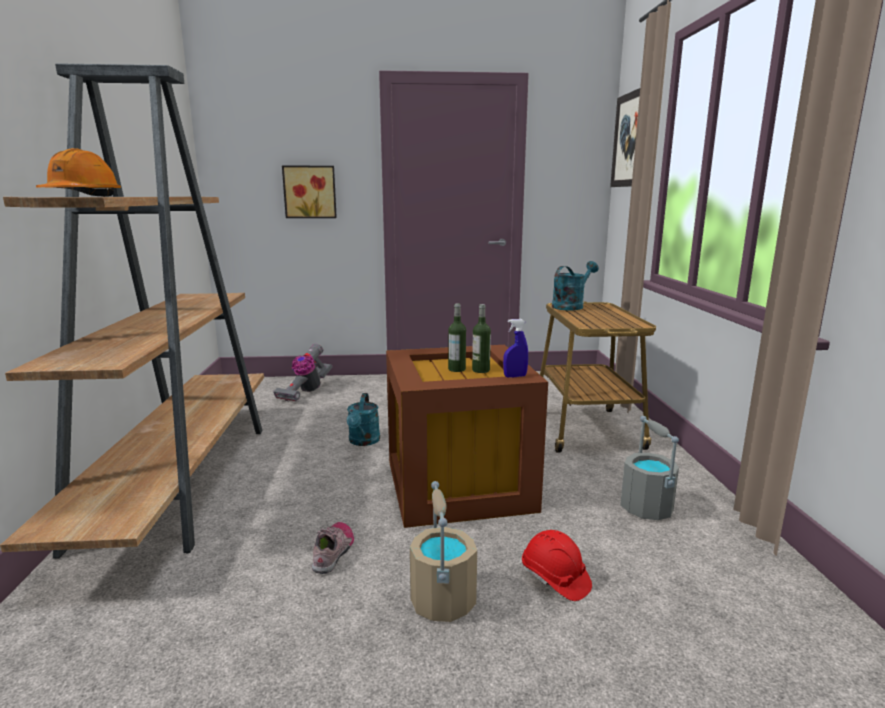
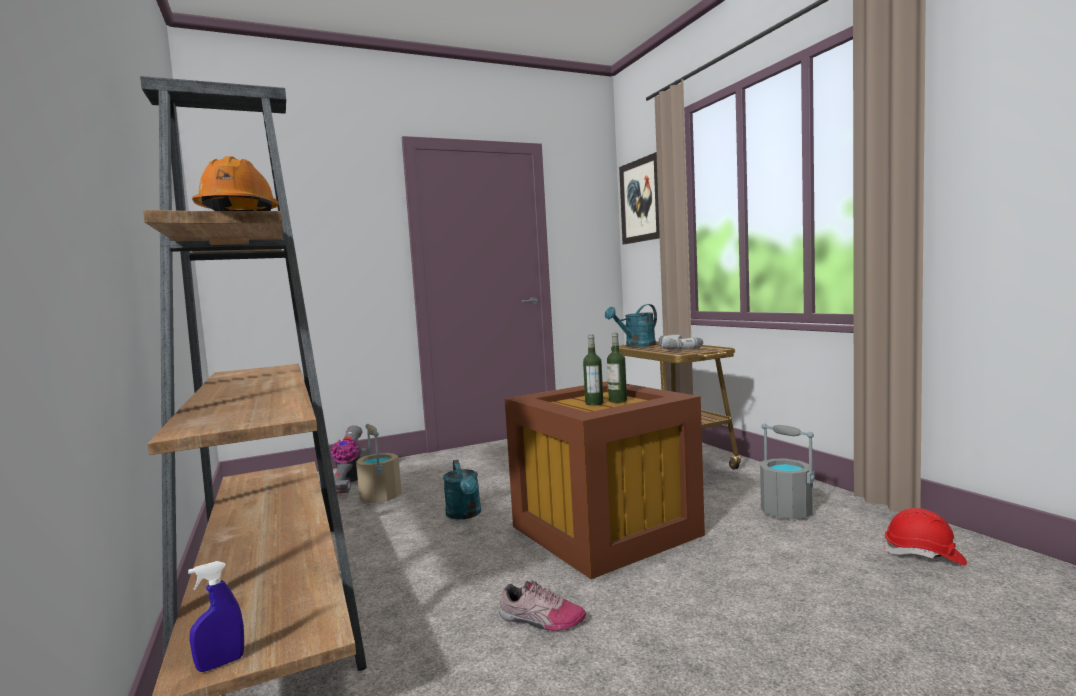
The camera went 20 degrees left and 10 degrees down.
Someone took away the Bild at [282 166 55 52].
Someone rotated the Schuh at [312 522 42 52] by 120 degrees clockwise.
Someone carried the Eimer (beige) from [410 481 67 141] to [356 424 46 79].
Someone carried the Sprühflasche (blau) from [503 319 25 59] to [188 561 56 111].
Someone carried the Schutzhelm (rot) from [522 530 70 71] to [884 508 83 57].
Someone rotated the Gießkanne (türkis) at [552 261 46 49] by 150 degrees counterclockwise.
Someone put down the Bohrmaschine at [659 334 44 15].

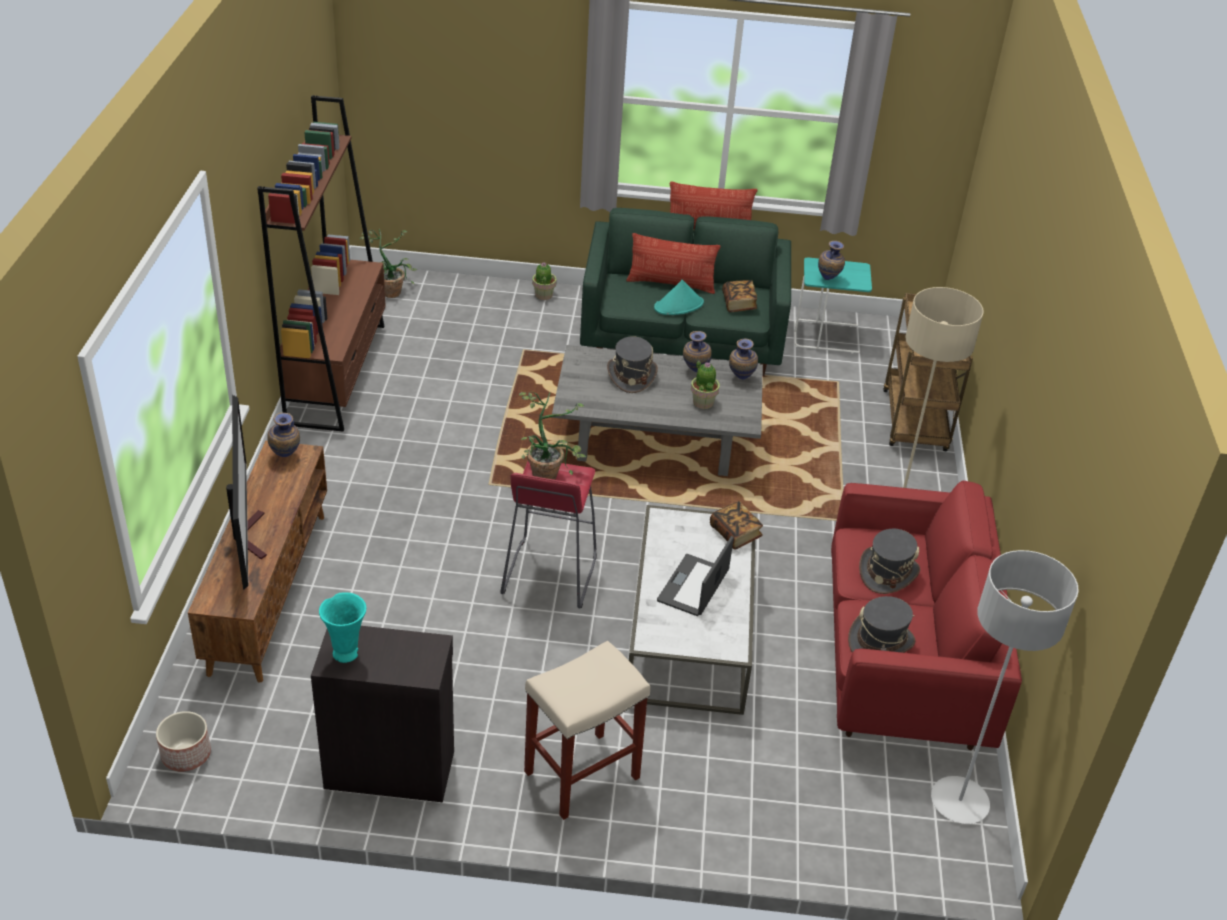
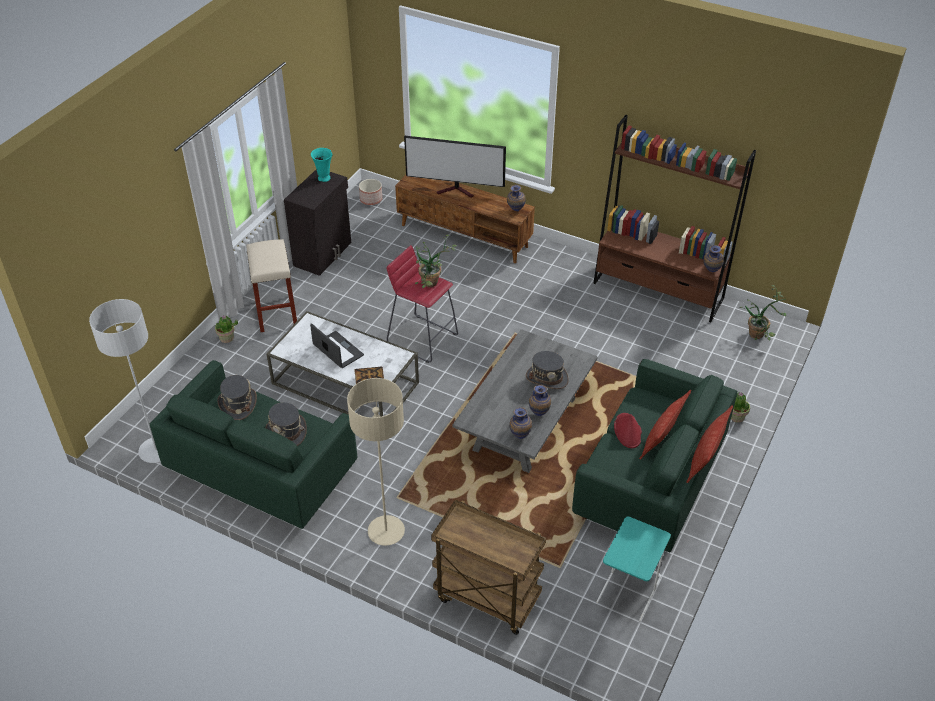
The camera went 115 degrees right and 5 degrees up.
Someone repainted the Hut (türkis) at [654 280 50 35], which became the Hut (rot) at [614 413 28 35].
Someone carried the Topfpflanze from [691 361 29 48] to [215 315 23 28].
Someone took away the Buch at [722 280 35 32].
Someone carried the Vase from [818 241 27 39] to [704 245 20 27].
Someone repainted the Sofa (rot) at [831 481 191 269], which became the Sofa (grün) at [150 360 207 169].

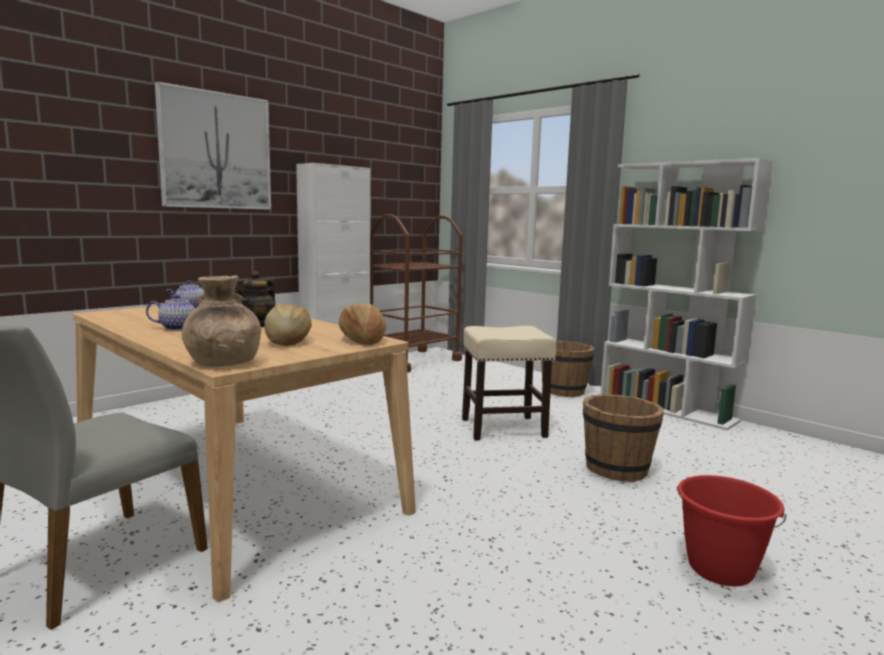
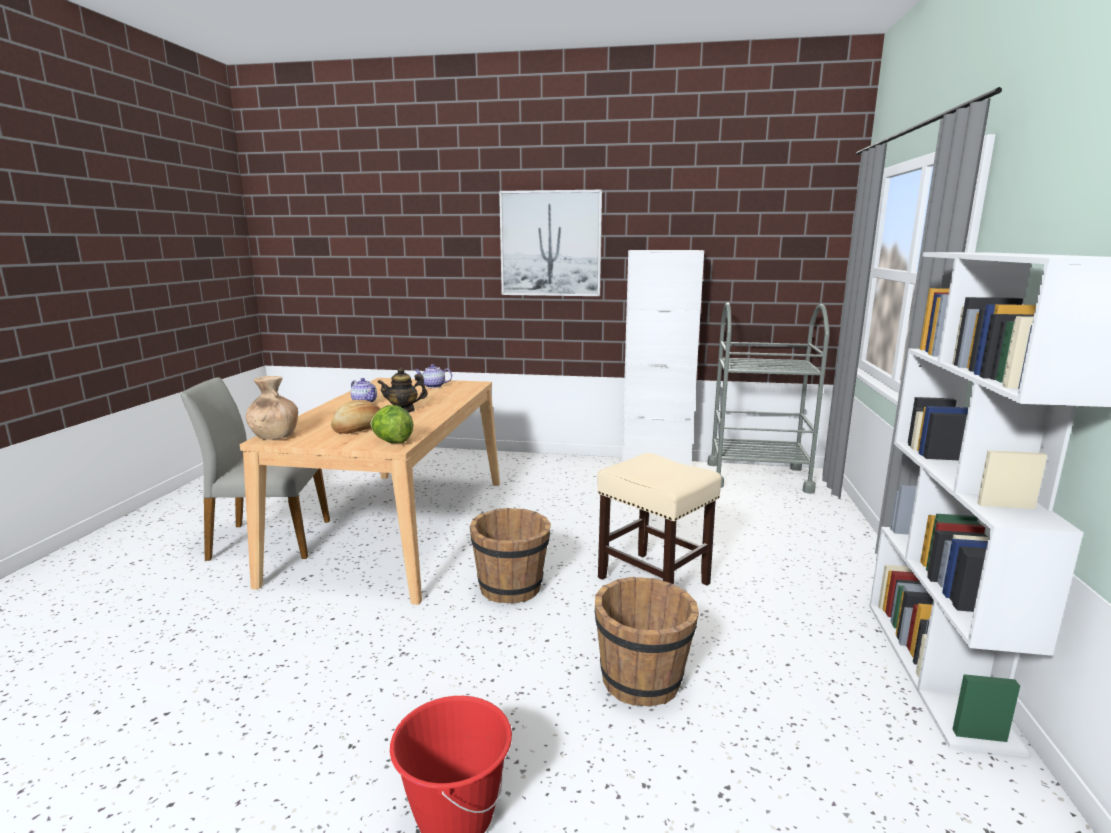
The camera went 55 degrees right and 5 degrees up.
Someone swapped the Brot at [339 304 47 41] for the Salatkopf at [370 405 44 38].
Someone repainted the Rollwagen (braun) at [370 214 93 159], which became the Rollwagen (grau) at [707 302 123 192].
Someone carried the Eimer (braun) from [541 341 54 56] to [470 508 81 95].

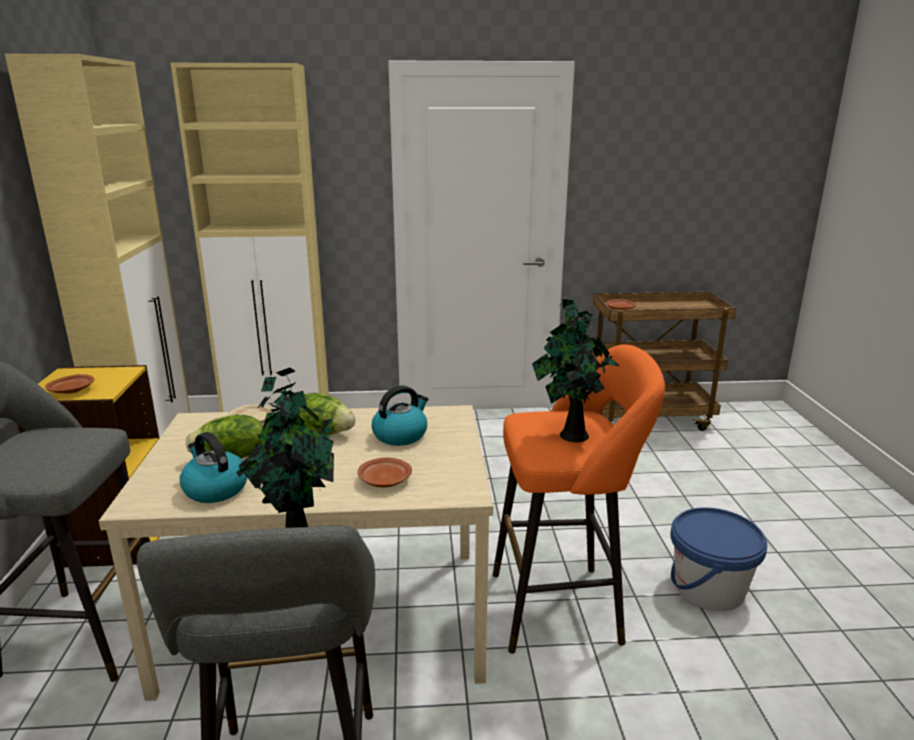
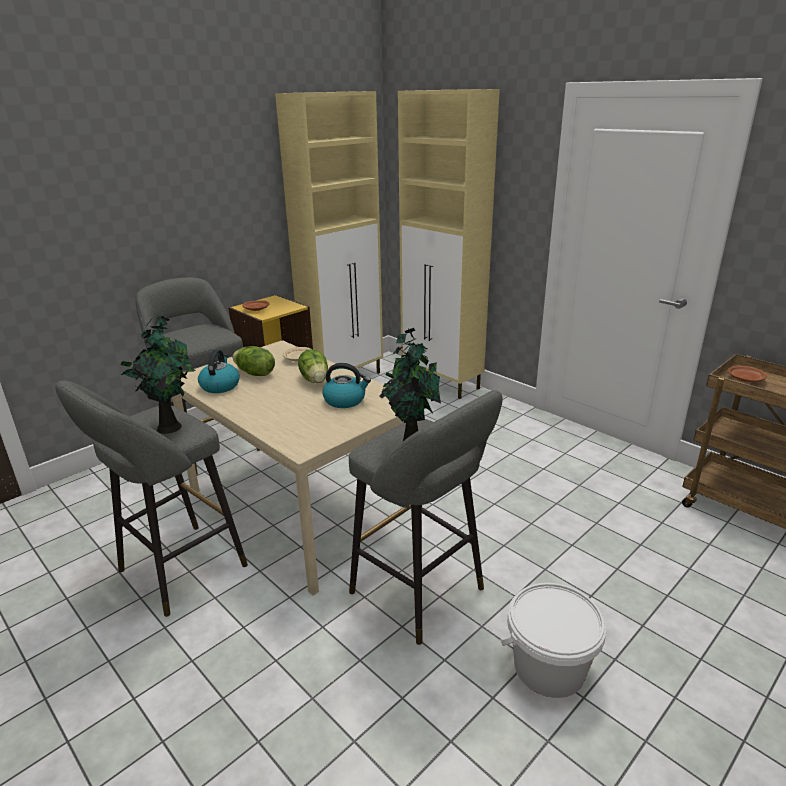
The camera went 50 degrees right and 5 degrees up.
Someone took away the Teller (braun) at [357 458 55 30].
Someone repainted the Hocker (orange) at [493 344 172 310], which became the Hocker (grau) at [349 390 154 255].
Someone repainted the Eimer (blau) at [670 507 97 104], which became the Eimer (weiß) at [501 583 106 115].

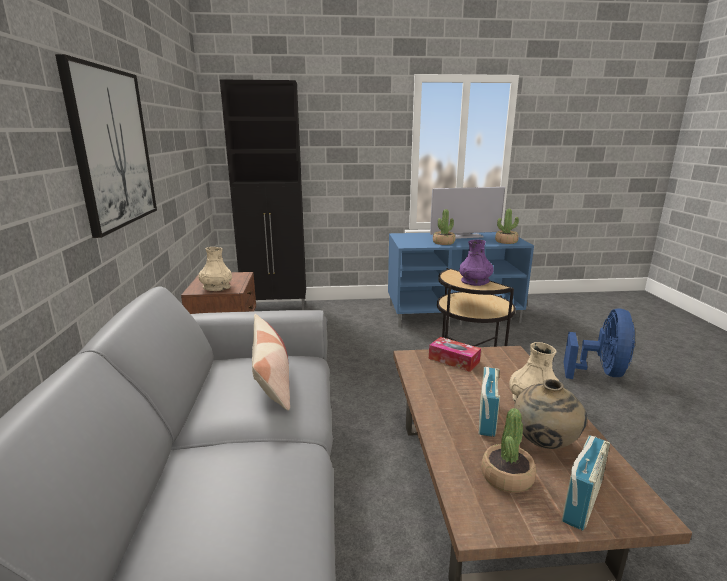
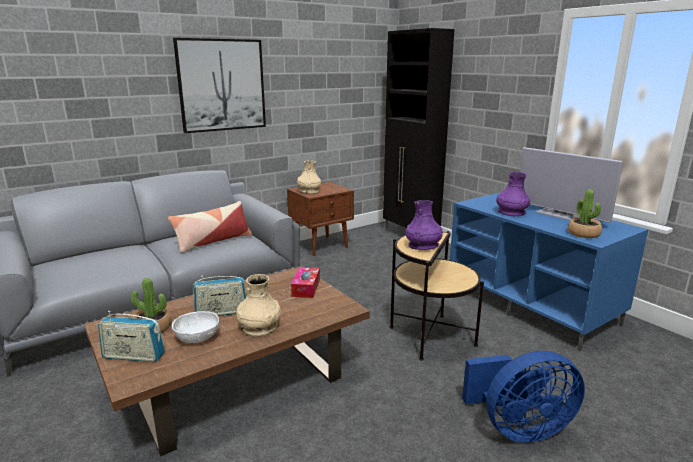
The camera went 60 degrees right and 0 degrees up.
Someone swapped the Topfpflanze at [433 209 22 36] for the Vase (lila) at [496 172 34 44].
Someone swapped the Vase (beige) at [514 379 74 70] for the Schüssel (weiß) at [172 311 47 32].

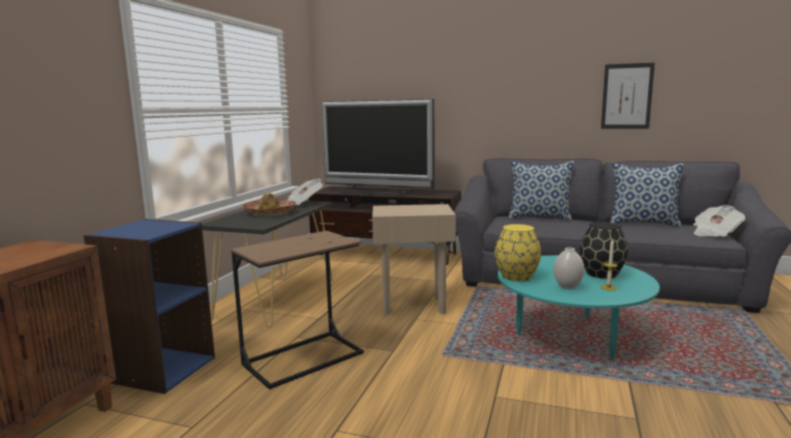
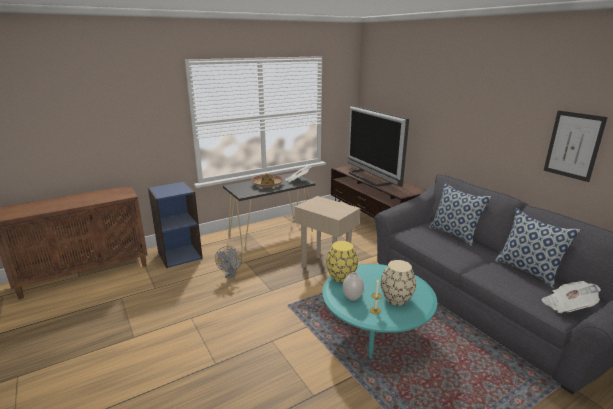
The camera went 40 degrees right and 10 degrees up.
Someone swapped the Beistelltisch (braun) at [231 231 133 158] for the Ventilator (grau) at [215 246 27 32].
Someone repainted the Vase (schwarz) at [580 222 48 57], which became the Vase (beige) at [381 260 35 46].

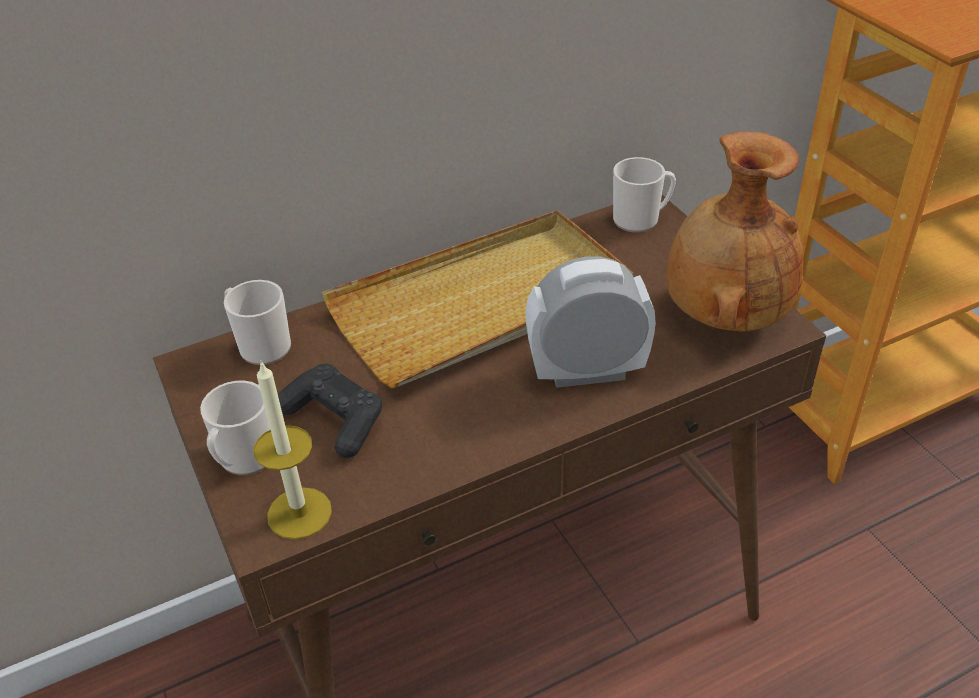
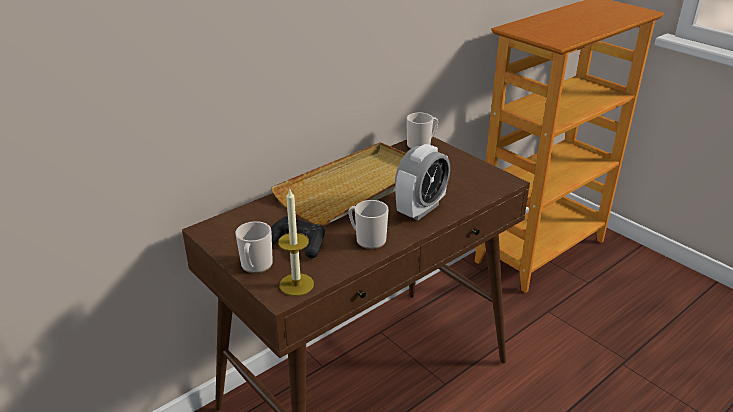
The camera went 15 degrees left and 10 degrees down.
Someone carried the Henkelbecher from [224 280 67 85] to [349 200 39 49].
Someone rotated the Wecker at [525 257 131 131] by 150 degrees clockwise.
Someone took away the Vase (braun) at [666 132 137 200].

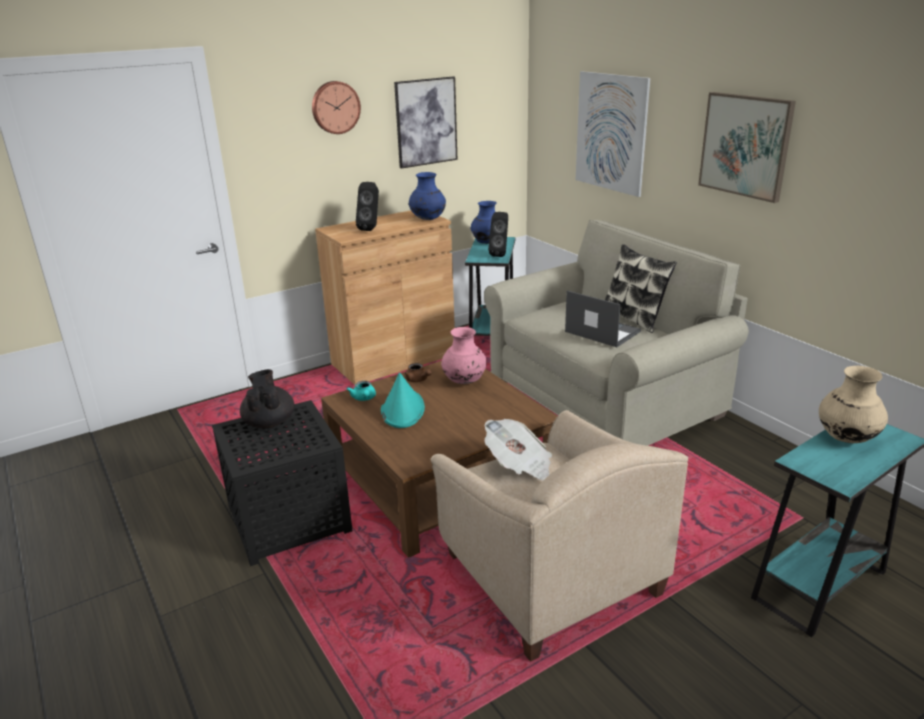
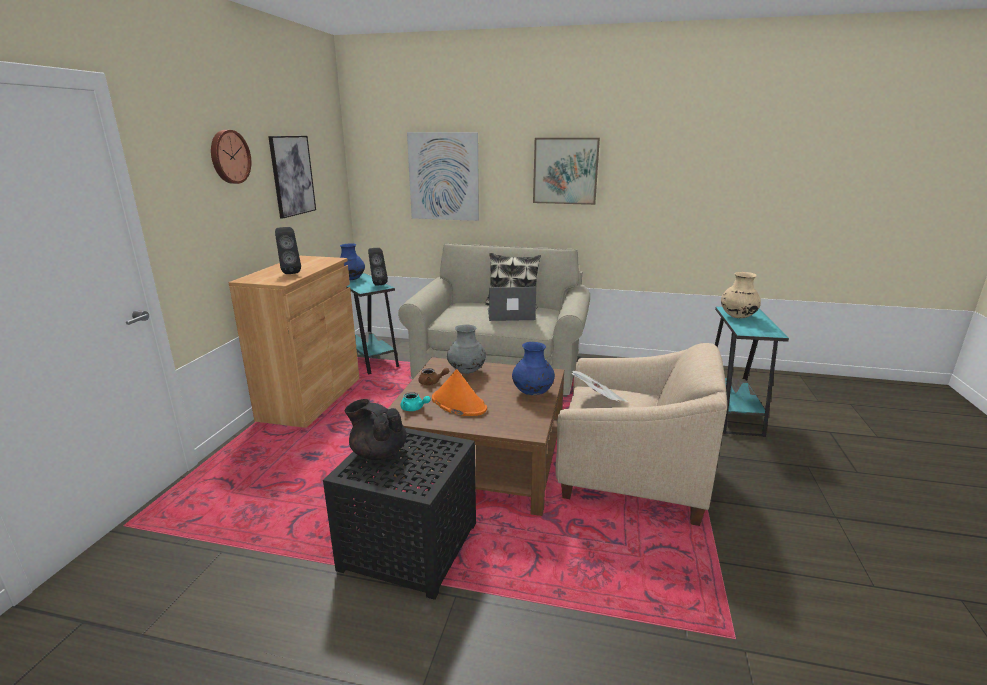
The camera went 45 degrees left and 5 degrees down.
Someone repainted the Hut (türkis) at [381 372 44 56], which became the Hut (orange) at [432 369 55 47].
Someone carried the Vase (blau) from [409 172 37 48] to [512 342 43 53].
Someone repainted the Vase (rosa) at [441 327 46 57], which became the Vase (grau) at [447 325 39 49].

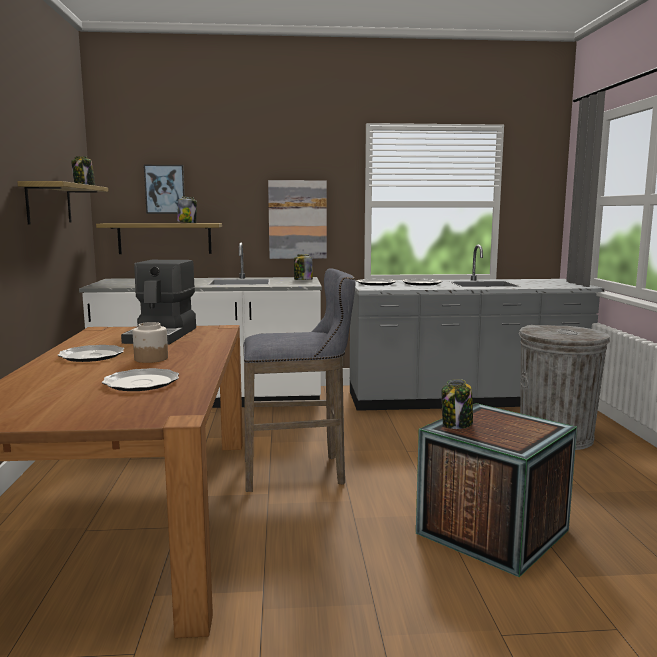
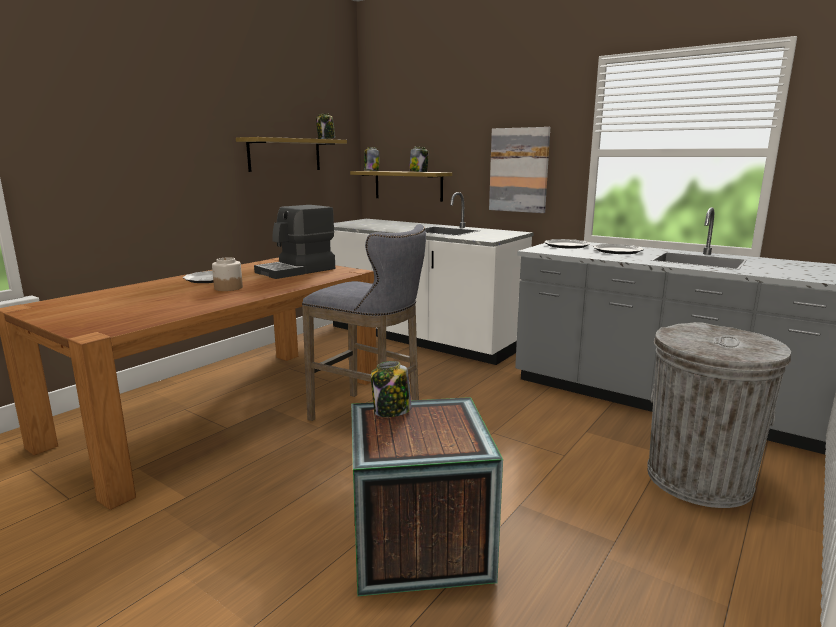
The camera went 40 degrees right and 5 degrees up.
Someone took away the Teller at [102 368 77 23].
Someone took away the Bild at [144 165 41 49].
Someone carried the Vorratsglas from [294 254 19 26] to [364 147 15 24].

